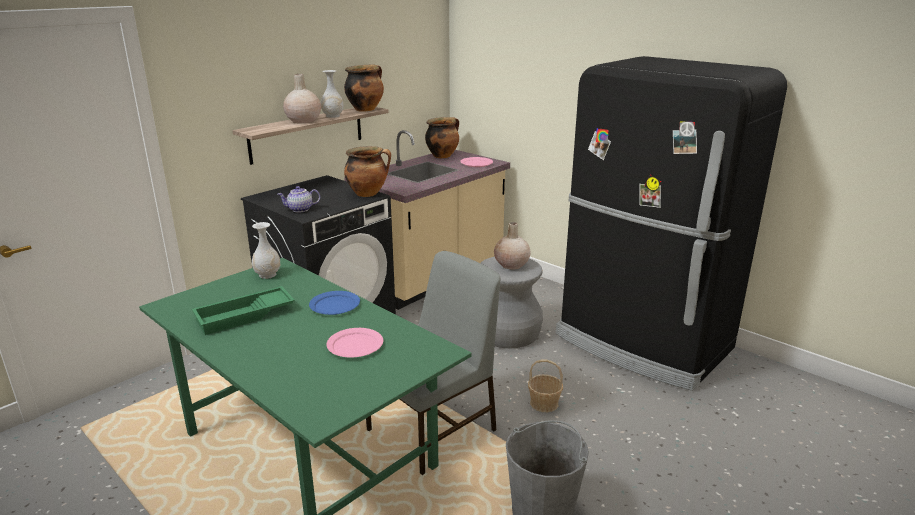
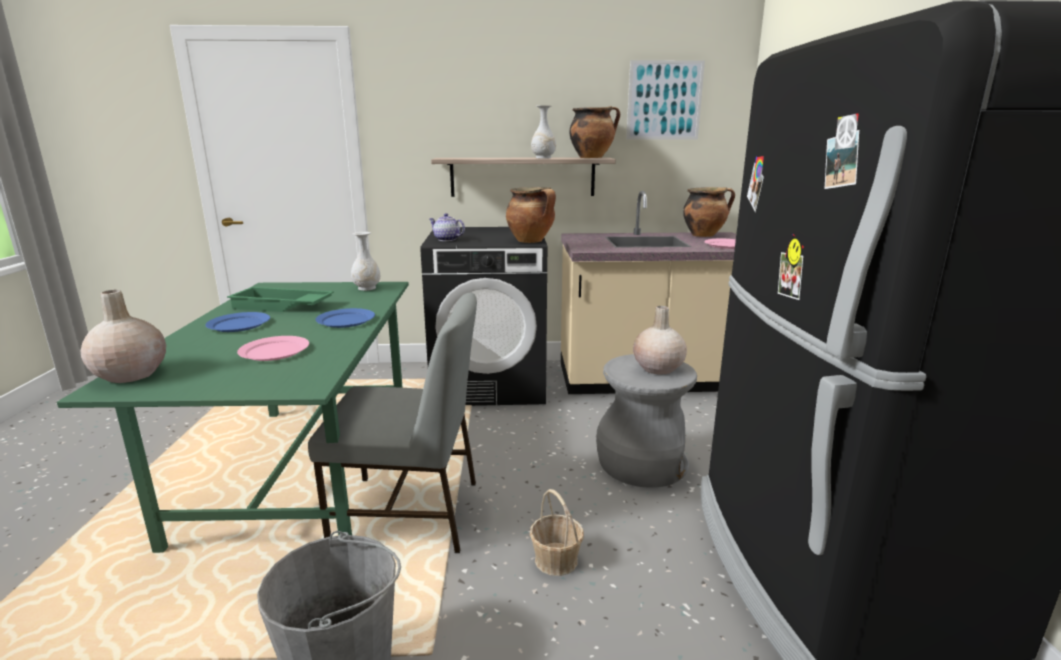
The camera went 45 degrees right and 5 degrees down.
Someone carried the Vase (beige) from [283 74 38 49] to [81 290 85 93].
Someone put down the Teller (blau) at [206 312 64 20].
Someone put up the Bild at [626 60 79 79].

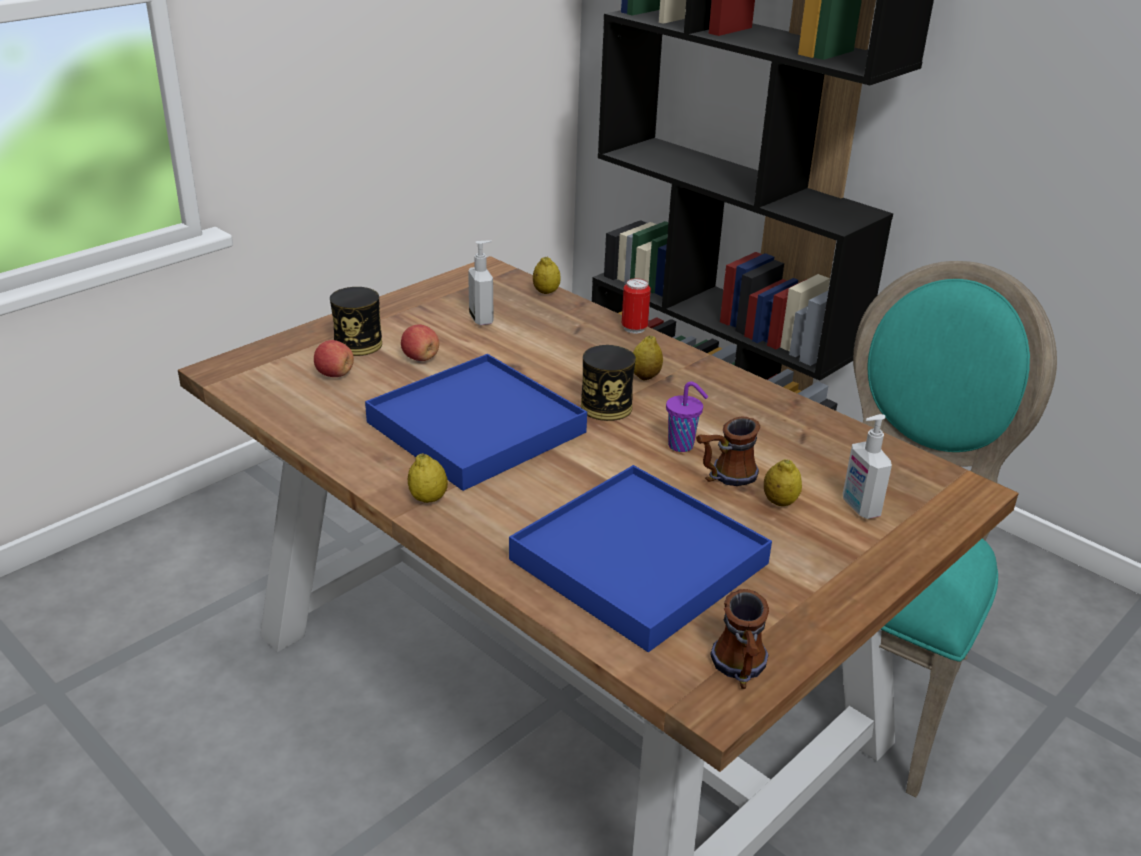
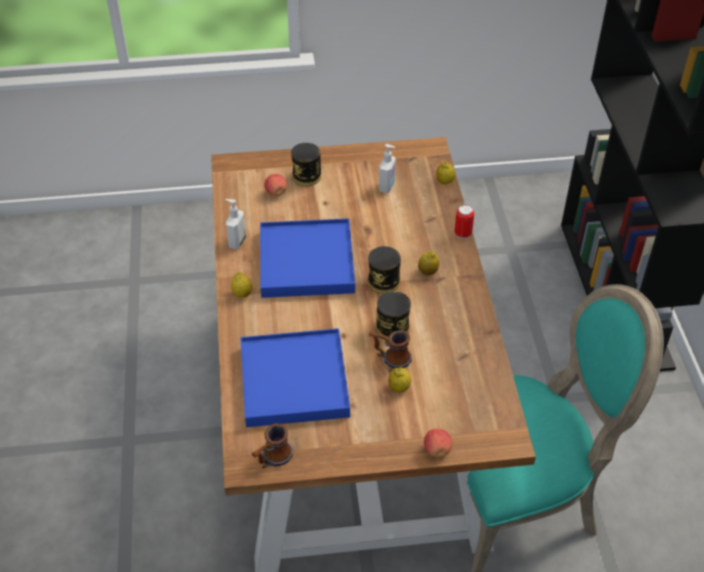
The camera went 40 degrees right and 15 degrees up.
Someone carried the Apfel from [401 324 38 37] to [424 429 28 28].
Someone swapped the Tasse (lila) at [666 381 42 71] for the Dose at [376 291 35 47].
Someone carried the Seifenspender from [843 414 49 105] to [225 199 21 51].

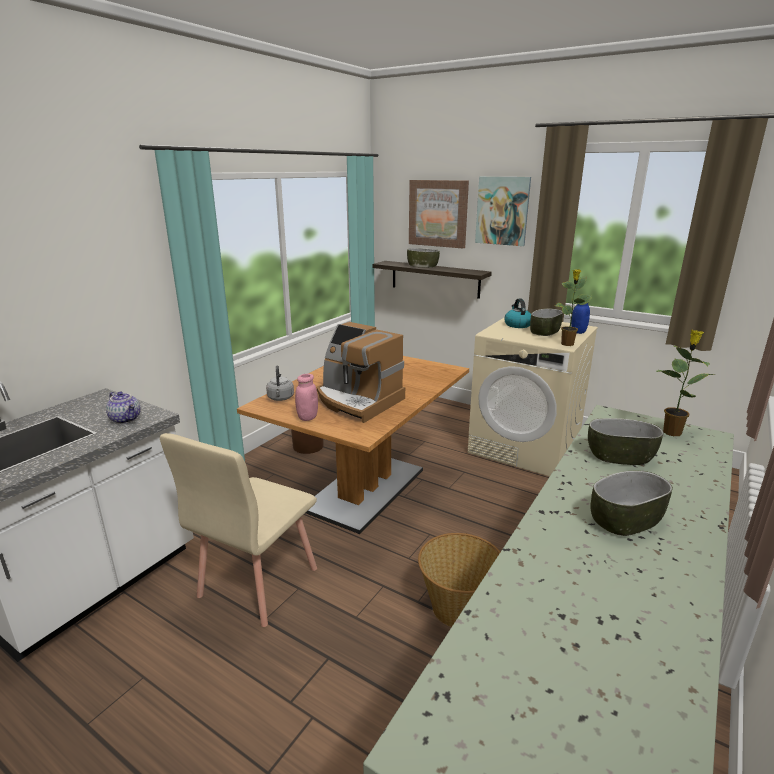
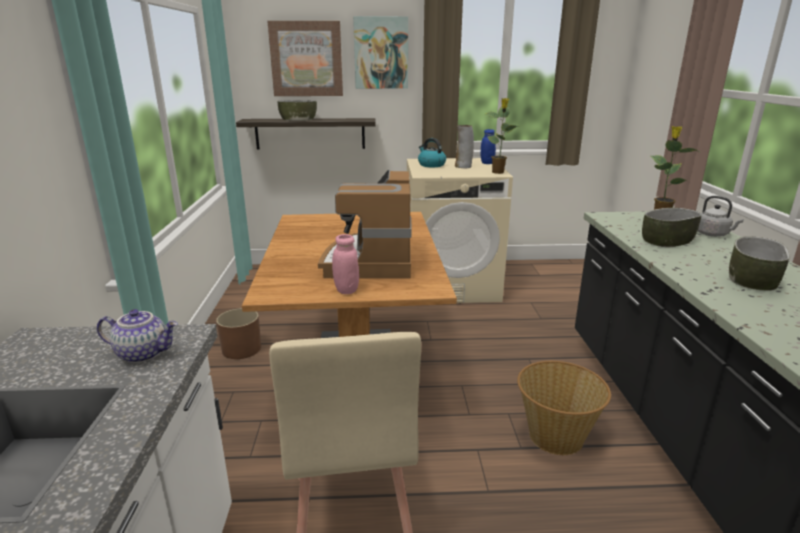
The camera went 35 degrees left and 0 degrees up.
Someone carried the Wasserkessel (grau) from [266 365 28 36] to [698 196 46 41].
Someone rotated the Kaffeemaschine at [317 322 88 101] by 90 degrees clockwise.
Someone swapped the Schüssel at [530 308 33 28] for the Vase at [455 125 19 43].

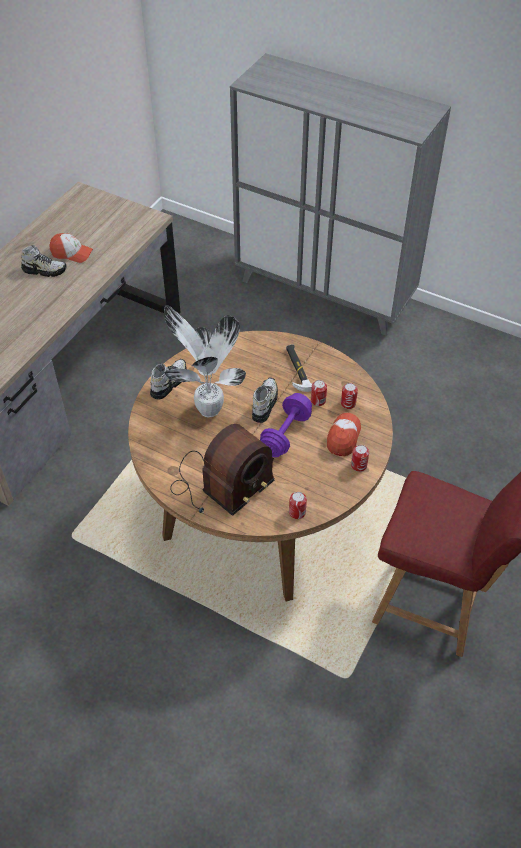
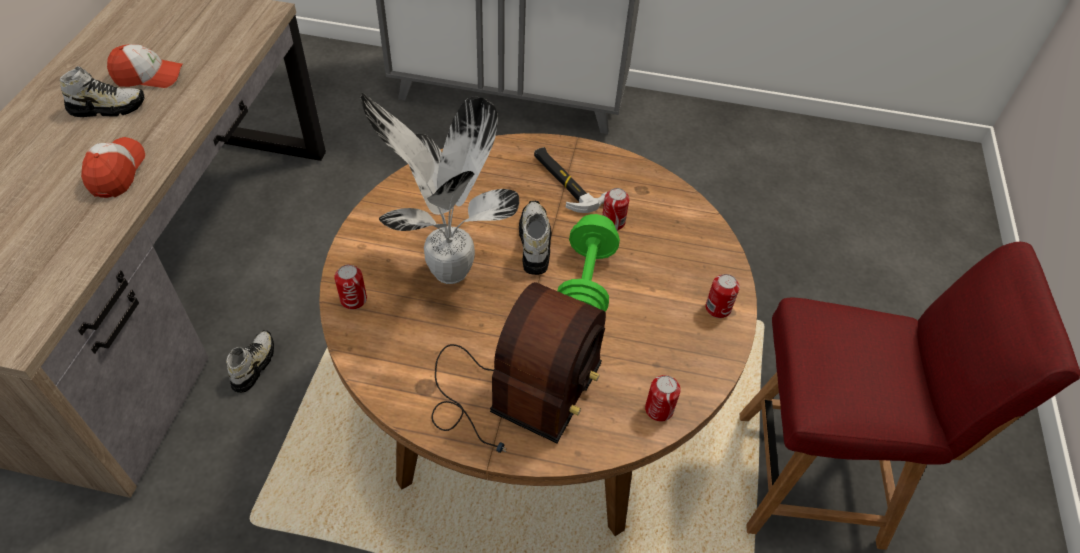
The camera went 20 degrees left and 0 degrees up.
Someone carried the Schuh from [150 359 36 40] to [226 330 48 63].
Someone repainted the Hantel (lila) at [260 393 52 65], which became the Hantel (grün) at [557 214 63 98].
Someone carried the Kappe from [327 413 34 44] to [81 137 64 61].
Someone carried the Dose from [341 383 17 26] to [334 265 33 45].

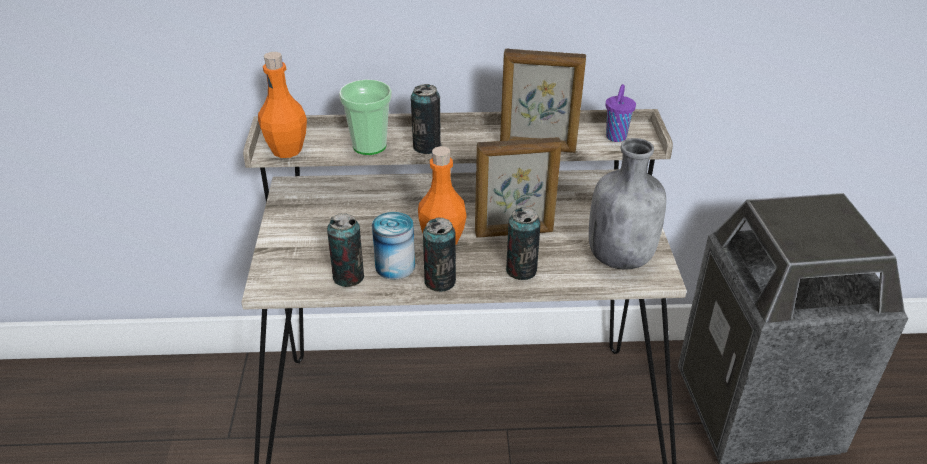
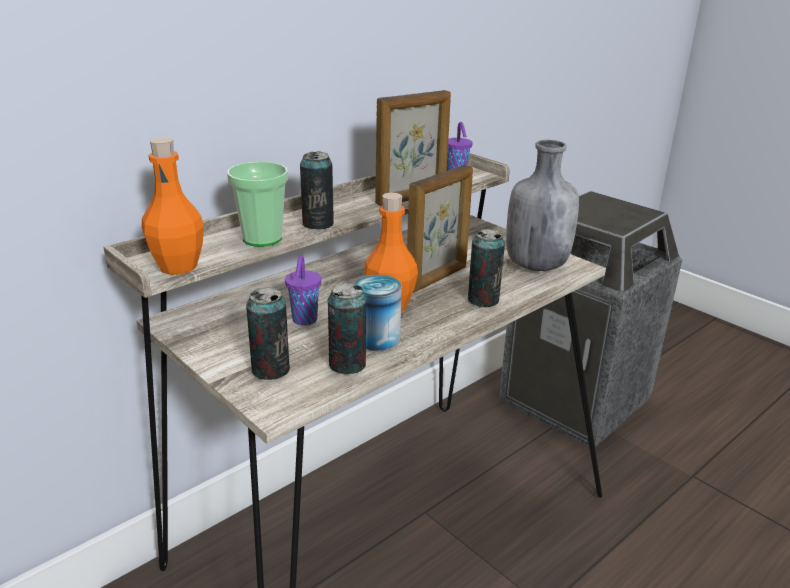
The camera went 40 degrees left and 10 degrees down.
Someone carried the Dose from [423 217 33 75] to [246 287 44 93].
Someone put down the Tasse (lila) at [285 255 36 71].

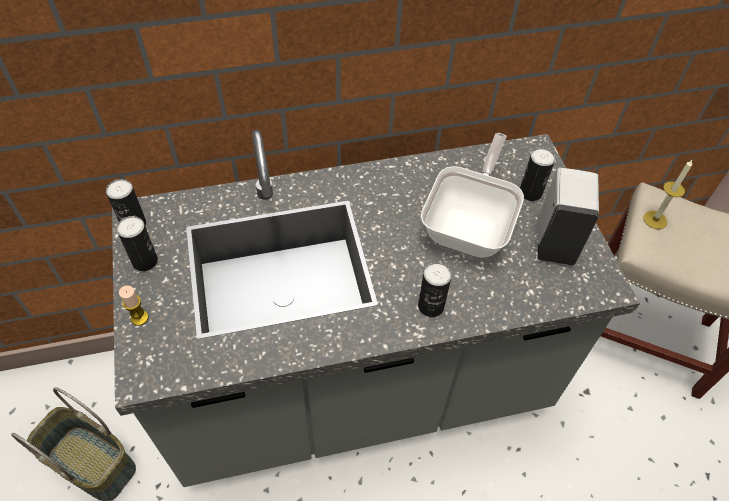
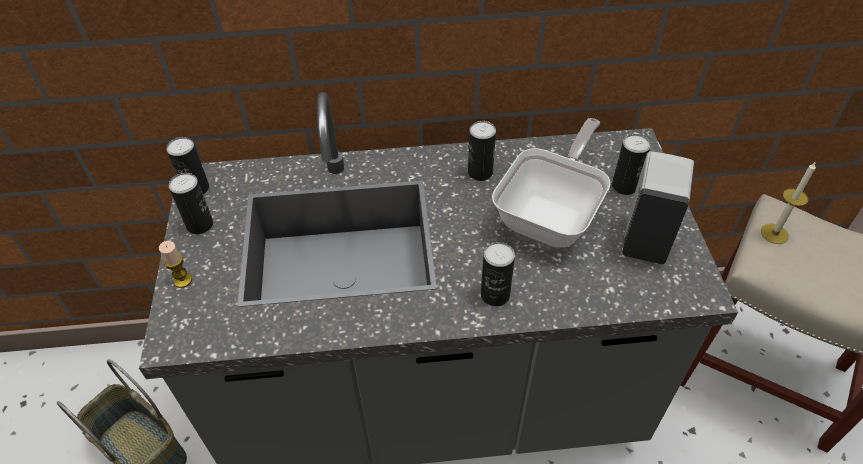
The camera went 10 degrees right and 5 degrees down.
Someone put down the Dose at [468 121 28 60].

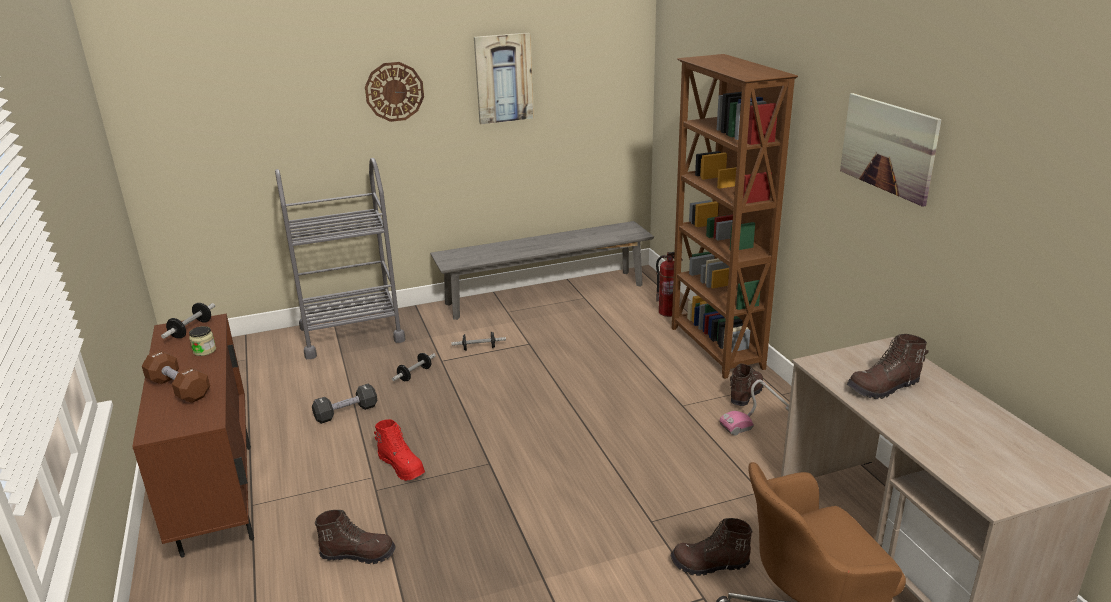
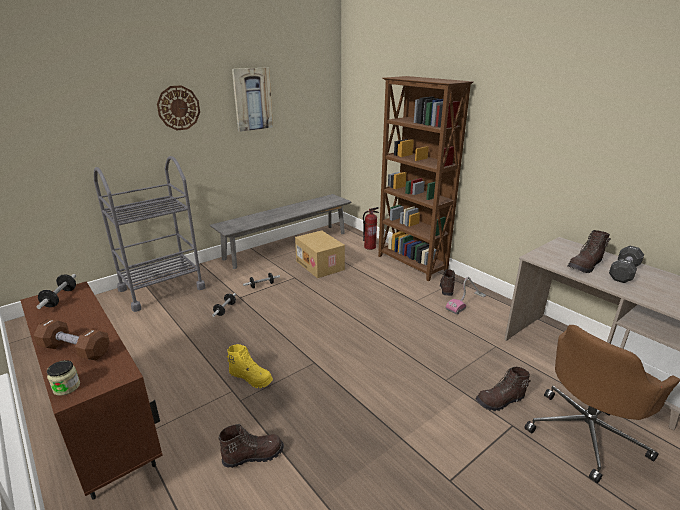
The camera went 20 degrees left and 0 degrees up.
Someone carried the Vorratsglas from [189 326 27 30] to [47 360 33 36].
Someone carried the Hantel (schwarz) from [312 384 65 40] to [609 246 35 37].
Someone repainted the Stiefel (rot) at [374 419 51 62], which became the Stiefel (gelb) at [227 344 46 44].
Someone took away the Bild at [840 93 102 114].
Someone put down the Karton at [295 230 50 48].

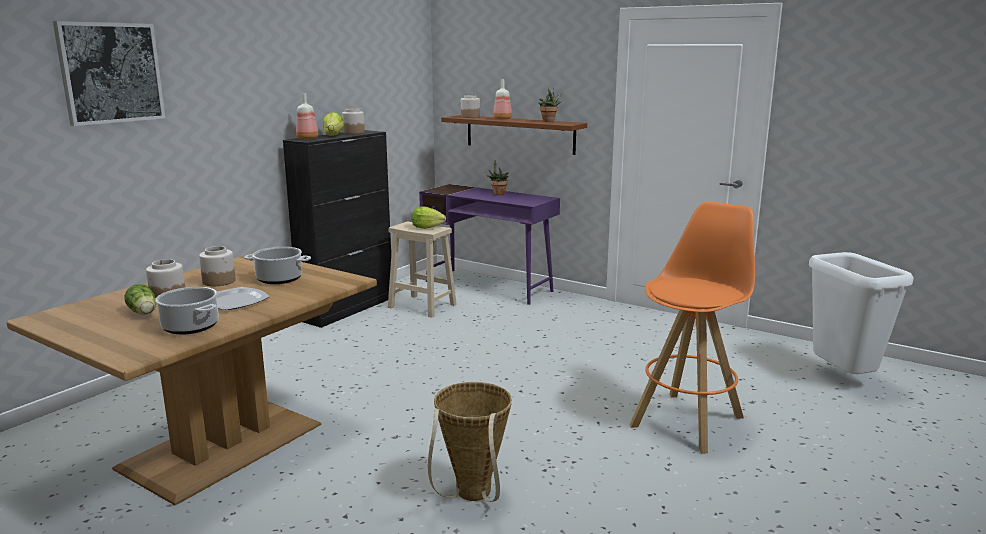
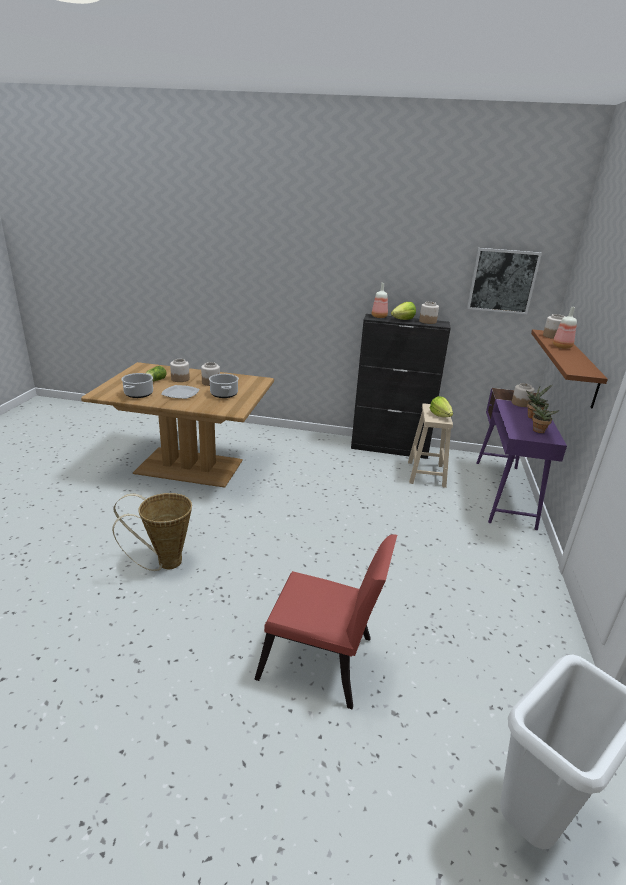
The camera went 65 degrees right and 10 degrees up.
Someone carried the Bild from [53 21 112 105] to [467 248 75 66].
Someone carried the Topfpflanze from [538 88 24 34] to [530 402 29 31].
Someone swapped the Hocker (orange) at [630 201 125 253] for the Stuhl (rot) at [254 535 143 174].
Someone put down the Vorratsglas at [512 383 23 24].

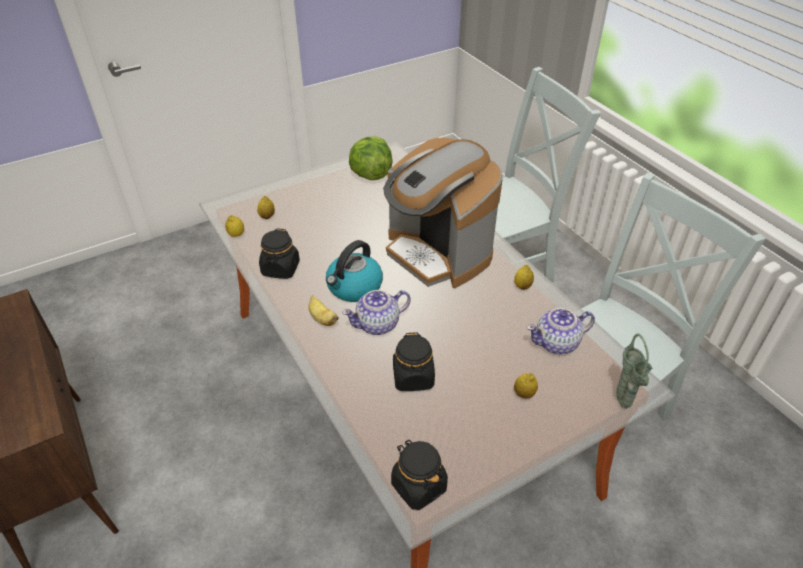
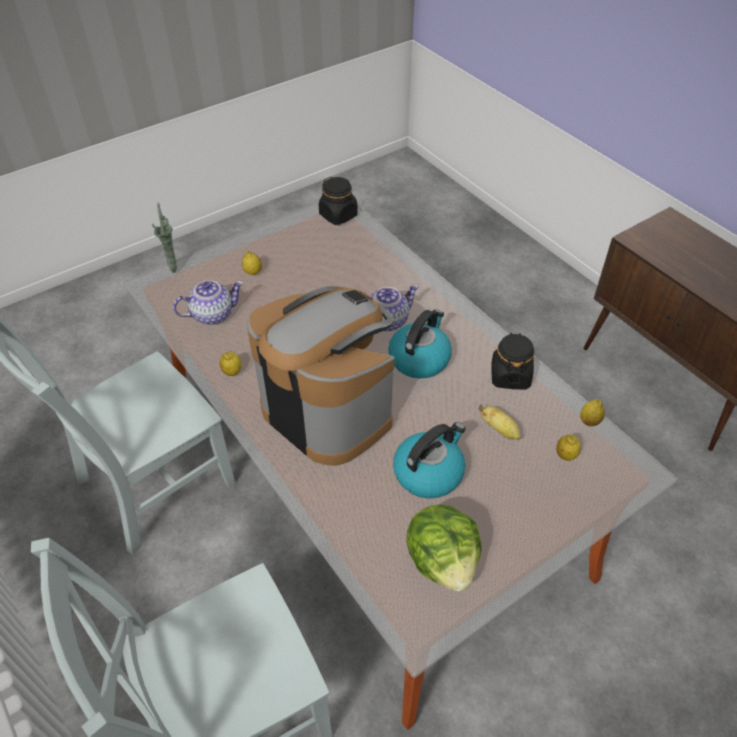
The camera went 175 degrees right and 5 degrees up.
Someone carried the Banane from [308 295 31 31] to [479 404 42 36].
Someone took away the Vorratsglas (schwarz) at [393 332 42 59].
Someone put down the Wasserkessel at [393 422 73 77].

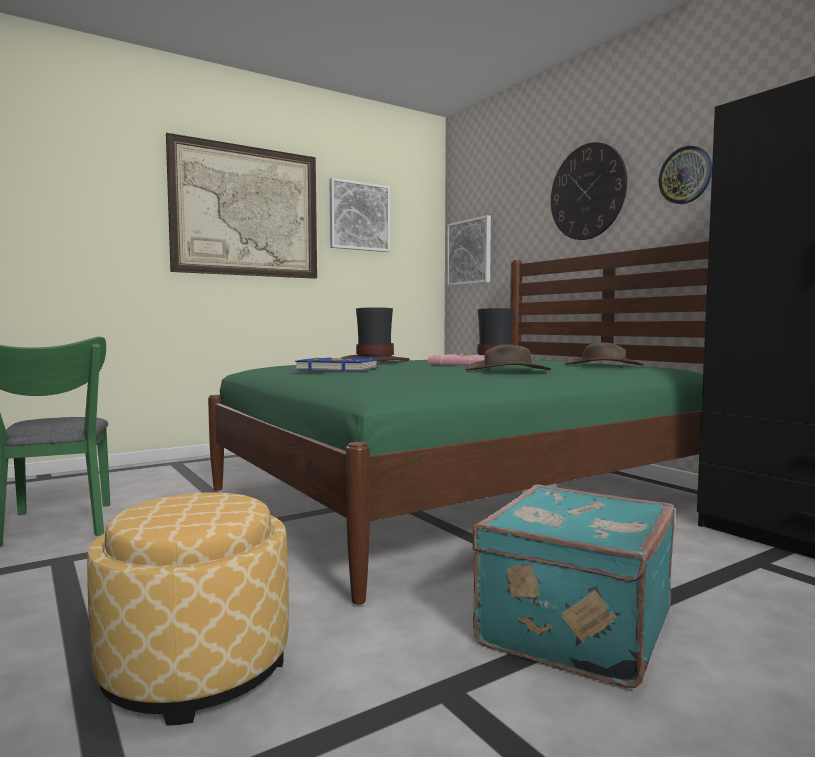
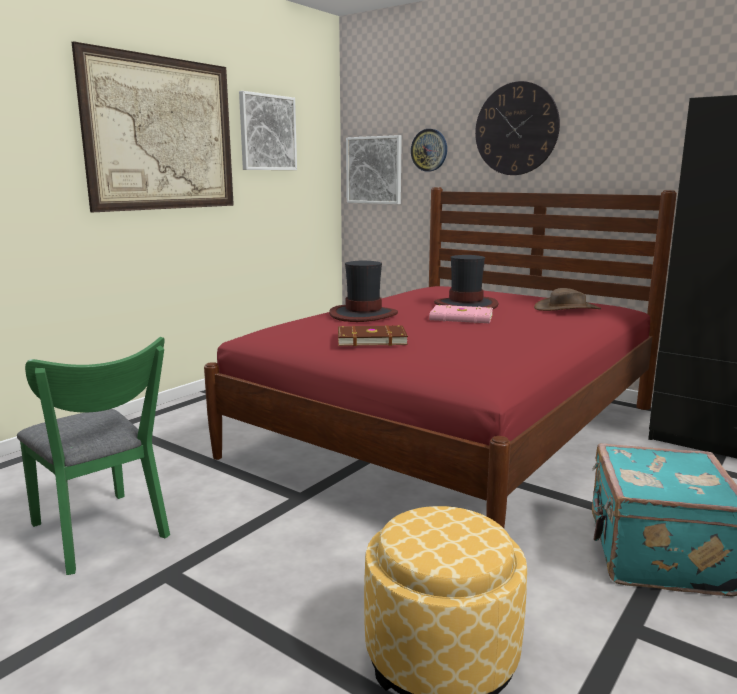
The camera went 20 degrees left and 10 degrees up.
Someone repainted the Bett (grün) at [208 241 501 364], which became the Bett (rot) at [204 187 473 341].
Someone repainted the Buch (blau) at [295 357 83 15], which became the Buch (braun) at [338 325 70 21].
Someone took away the Hut (braun) at [465 344 86 26].
Someone carried the Wanduhr from [659 146 53 58] to [411 129 36 42].

